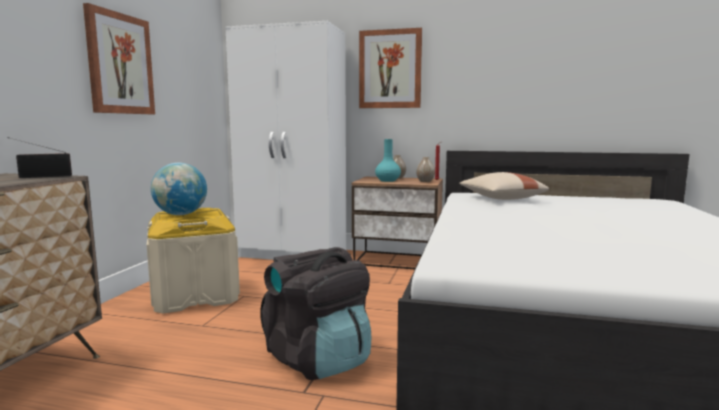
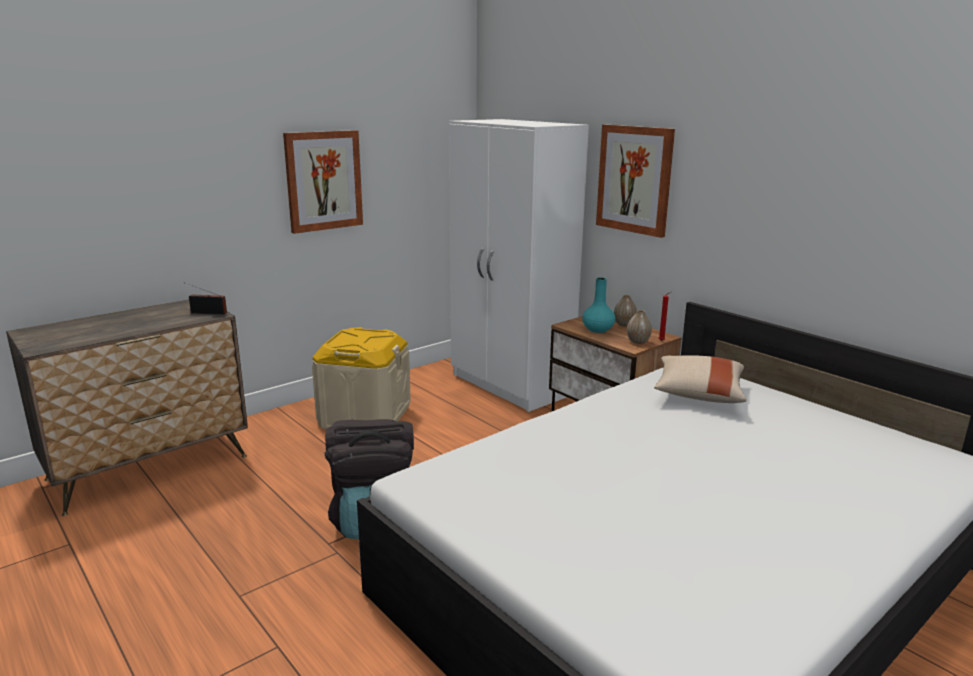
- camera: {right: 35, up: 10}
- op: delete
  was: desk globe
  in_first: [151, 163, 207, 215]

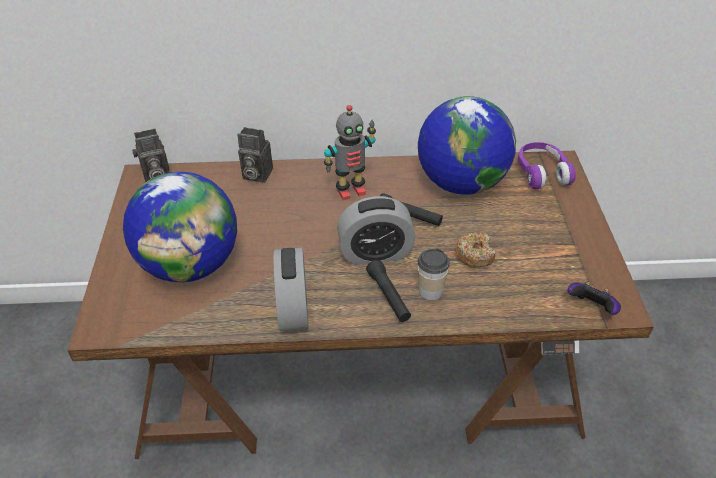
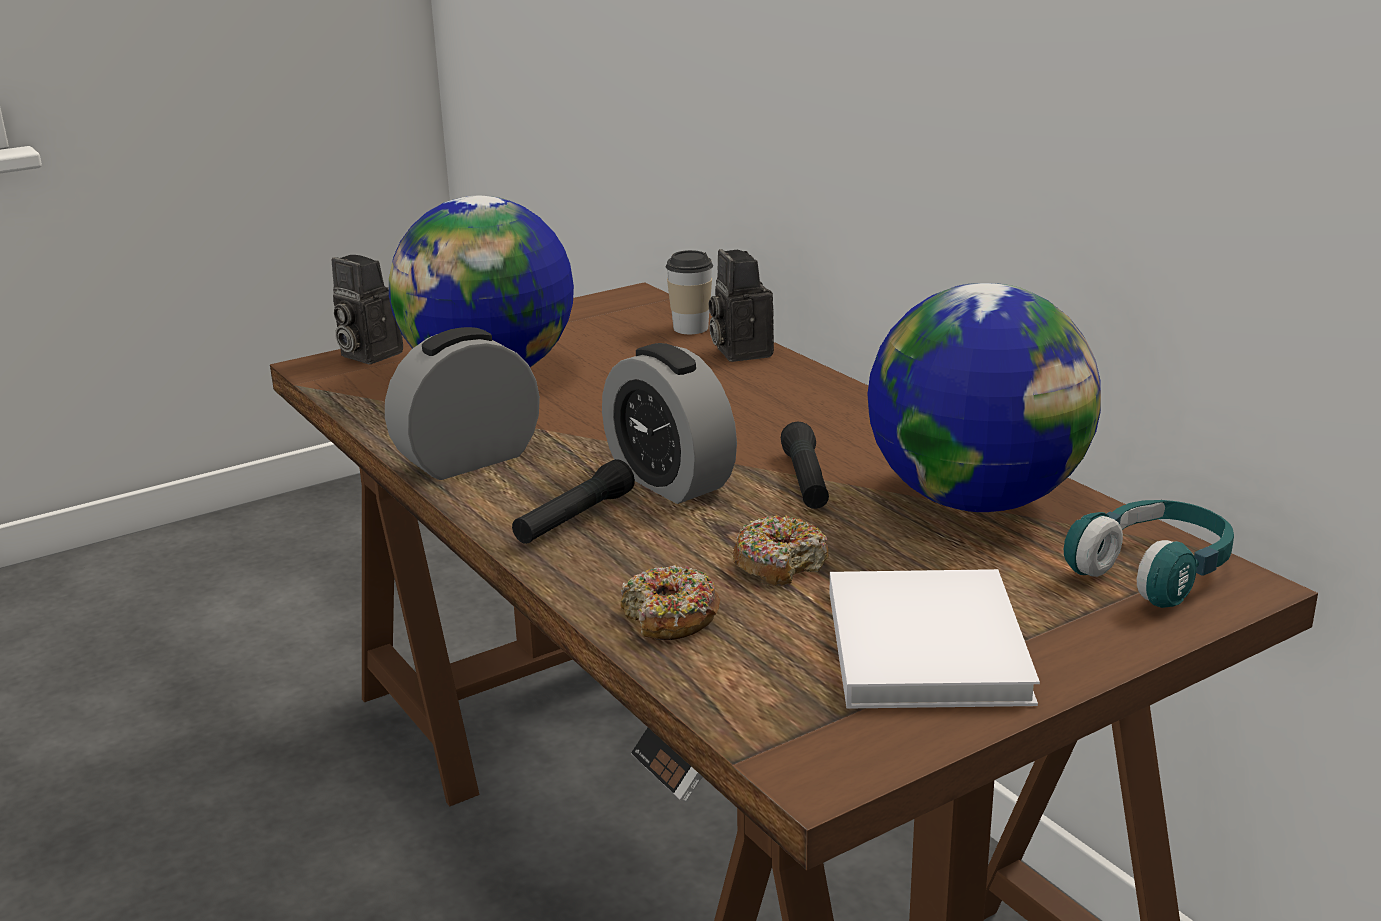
- camera: {right: 60, up: -20}
- op: delete
  was: model robot
  in_first: [324, 105, 376, 200]
- op: delete
  was: gamepad
  in_first: [568, 281, 621, 315]
- op: insert
  now: ring doughnut
  in_second: [620, 565, 720, 640]
- op: insert
  now: white-coloured bound book
  in_second: [829, 569, 1040, 709]
- op: move
  was: still camera
  in_first: [132, 129, 170, 182]
  in_second: [331, 255, 403, 364]
- op: move
  was: cup
  in_first: [418, 249, 450, 300]
  in_second: [666, 250, 713, 334]
- op: recolor
  was: purple headphones
  now: blue-green headphones
  in_first: [518, 142, 576, 190]
  in_second: [1064, 500, 1234, 608]

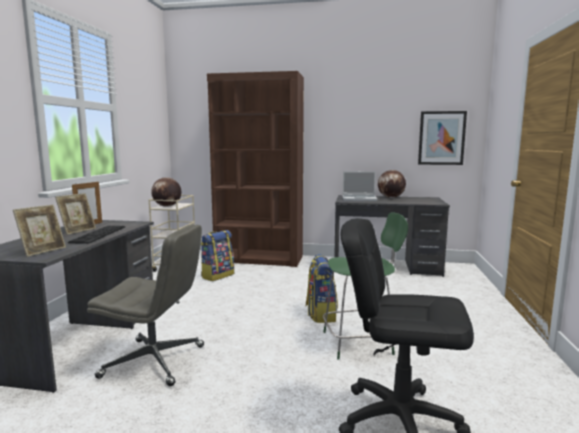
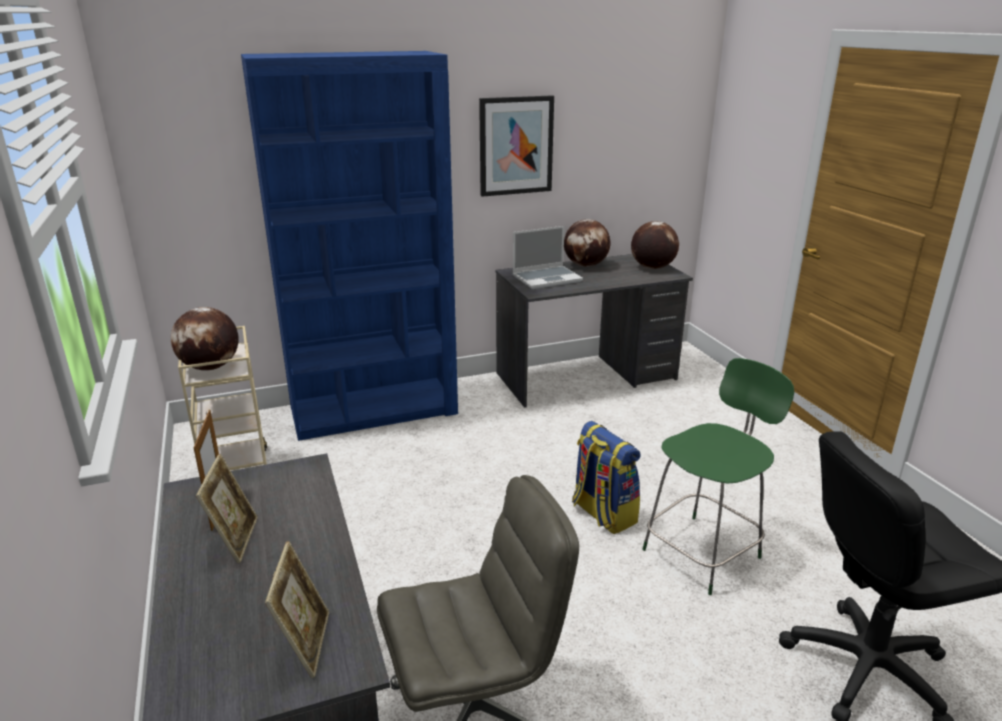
- camera: {right: -30, up: 15}
- op: delete
  was: PC keyboard
  in_first: [68, 226, 125, 244]
- op: delete
  was: knapsack
  in_first: [201, 230, 234, 281]
- op: insert
  now: desk globe
  in_second: [631, 221, 679, 269]
- op: move
  was: picture
  in_first: [418, 111, 467, 165]
  in_second: [479, 95, 554, 197]
- op: recolor
  was: brown-coloured bookshelf
  now: blue bookshelf
  in_first: [207, 71, 304, 267]
  in_second: [241, 51, 458, 441]

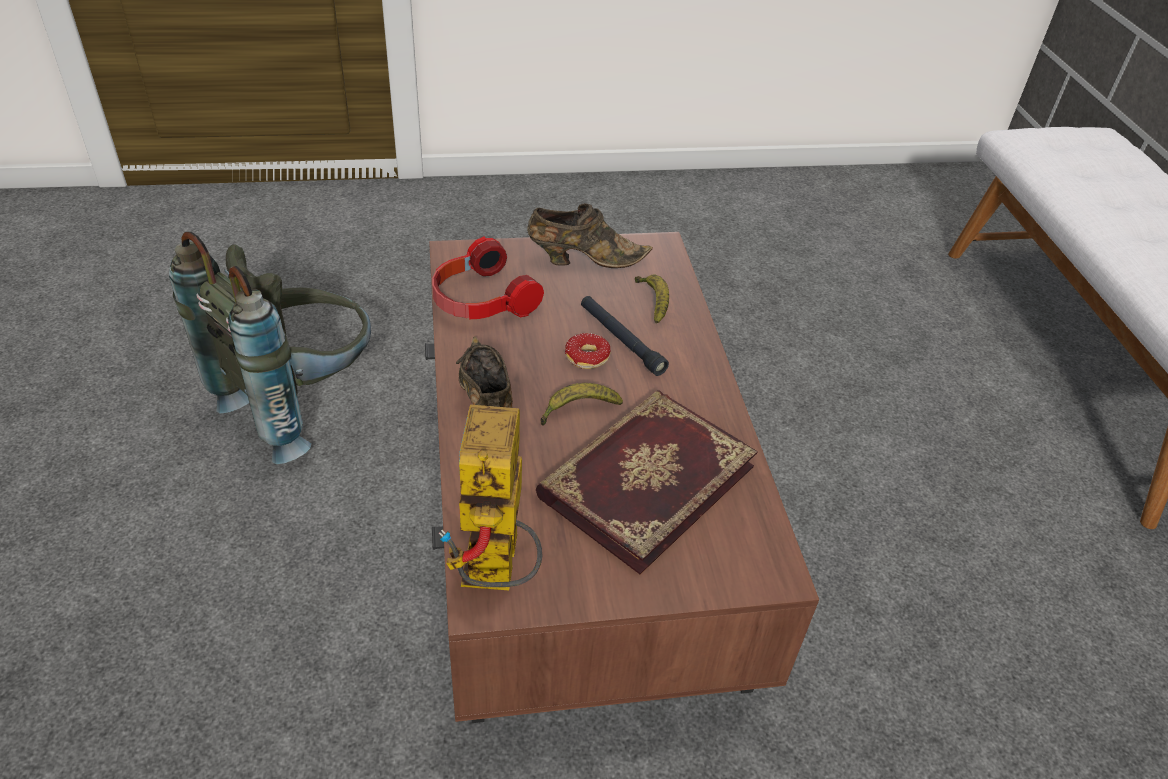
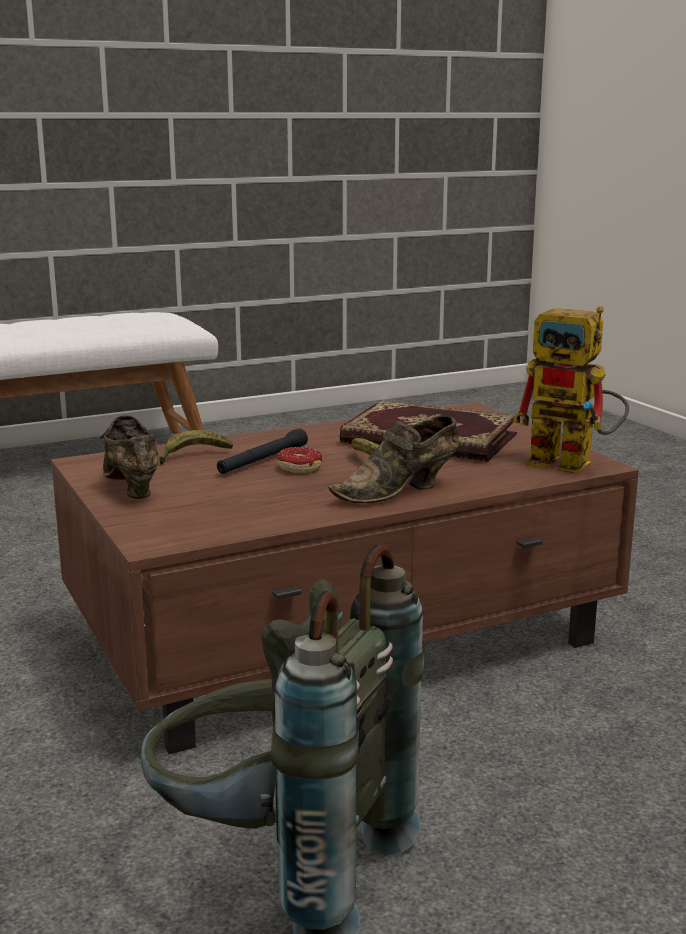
- camera: {right: -105, up: -25}
- op: delete
  was: headphones
  in_first: [432, 237, 544, 319]
- op: rotate
  was: model robot
  in_first: [439, 405, 543, 590]
  in_second: [513, 306, 629, 474]
  clockwise: 45

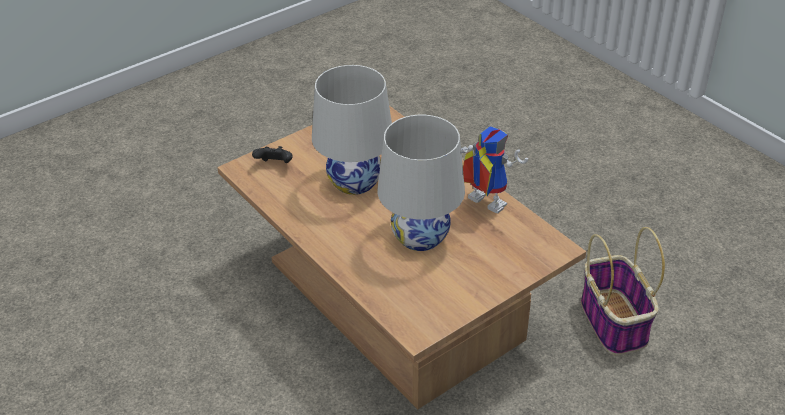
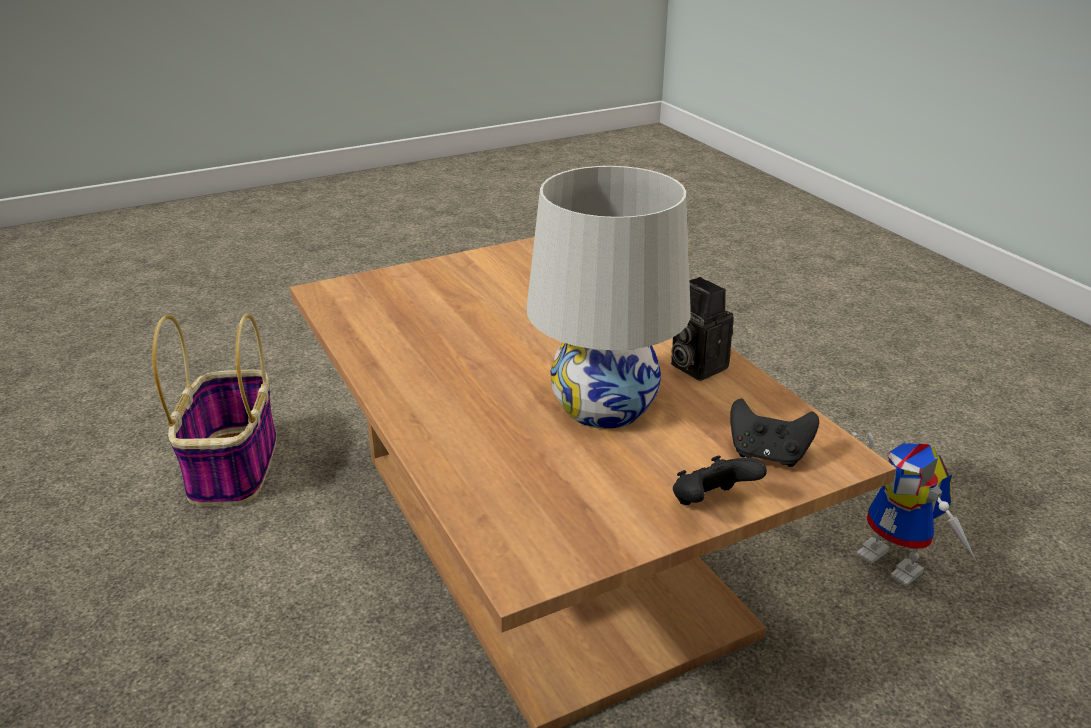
- camera: {right: -170, up: -10}
- op: delete
  was: white-coloured lamp for a table
  in_first: [377, 115, 465, 251]
- op: insert
  now: still camera
  in_second: [671, 277, 734, 381]
- op: insert
  now: black-coloured gamepad
  in_second: [673, 455, 767, 505]
- op: move
  was: model robot
  in_first: [461, 126, 528, 213]
  in_second: [852, 432, 977, 586]

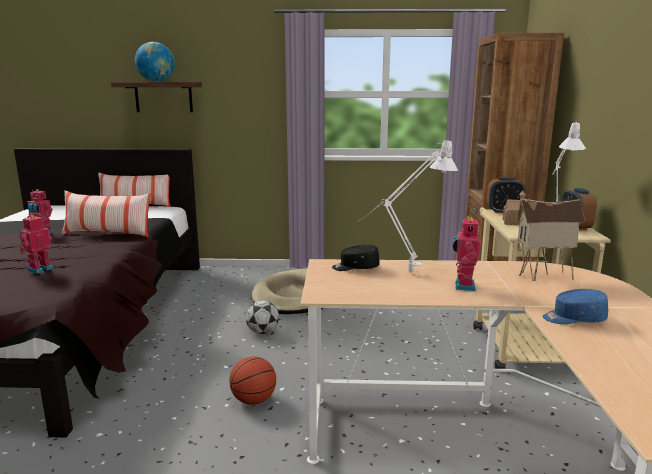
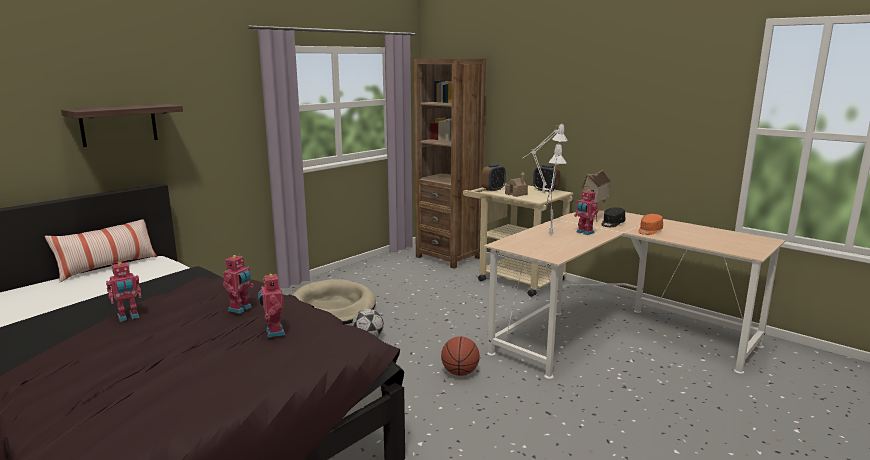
- camera: {right: -50, up: 0}
- op: delete
  was: cushion
  in_first: [62, 191, 151, 237]
- op: delete
  was: desk globe
  in_first: [135, 42, 175, 82]
- op: insert
  now: model robot
  in_second: [223, 254, 254, 314]
- op: move
  was: black-coloured cap
  in_first: [332, 245, 380, 271]
  in_second: [601, 207, 625, 227]
- op: recolor
  was: blue cap
  now: orange cap
  in_first: [543, 289, 608, 324]
  in_second: [638, 214, 663, 235]

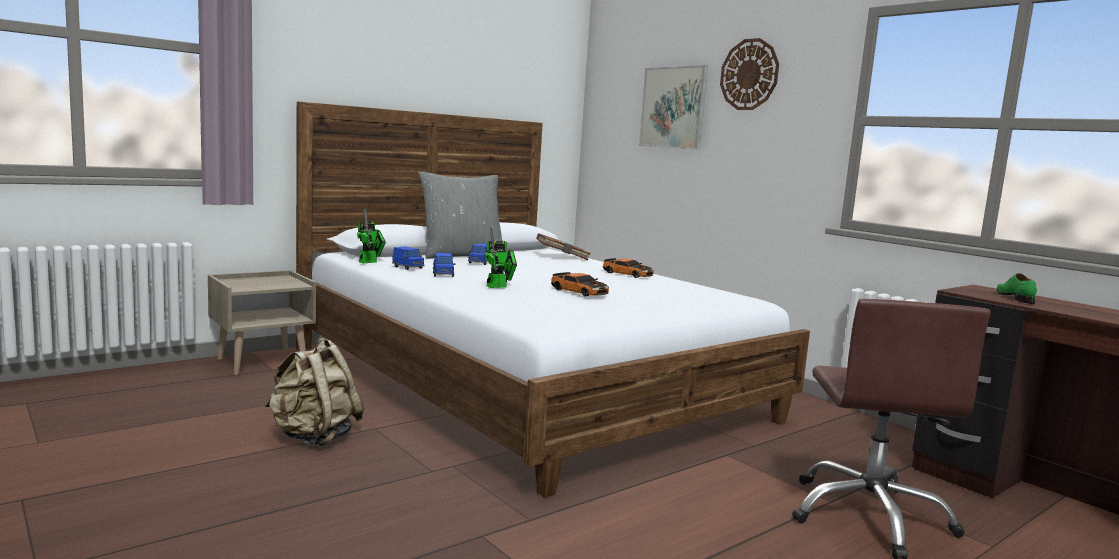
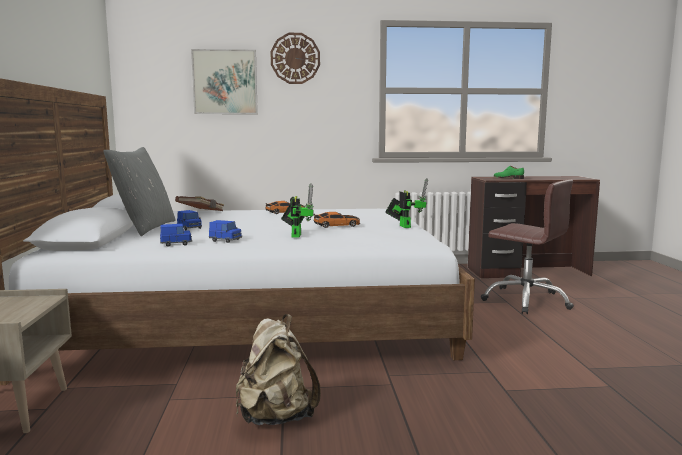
- camera: {right: -55, up: 0}
- op: move
  was: model robot
  in_first: [357, 208, 386, 263]
  in_second: [385, 178, 428, 228]

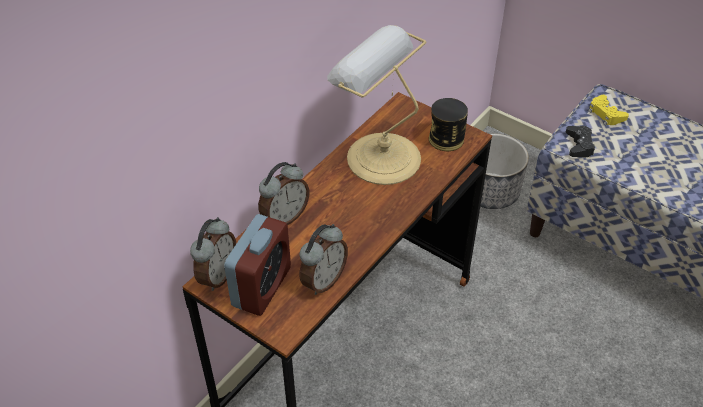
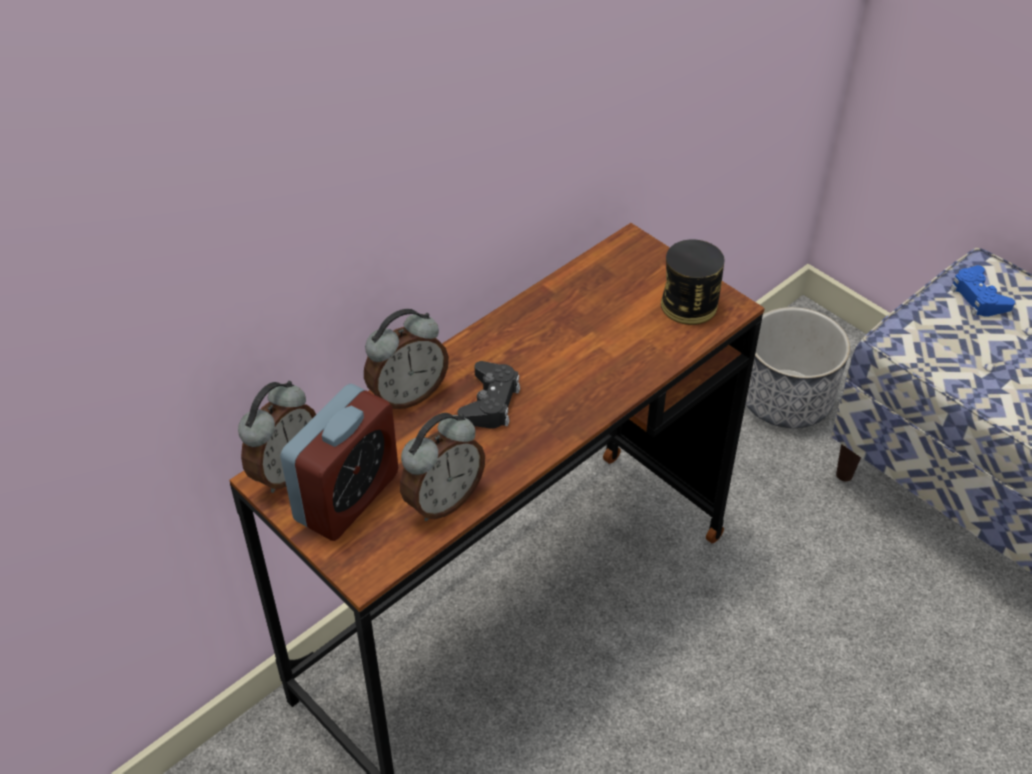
- camera: {right: 10, up: 0}
- op: delete
  was: lamp for a table
  in_first: [327, 25, 426, 185]
- op: move
  was: black-coloured gamepad
  in_first: [566, 126, 595, 157]
  in_second: [458, 361, 520, 429]
- op: recolor
  was: yellow gamepad
  now: blue gamepad
  in_first: [588, 95, 629, 126]
  in_second: [950, 265, 1015, 317]

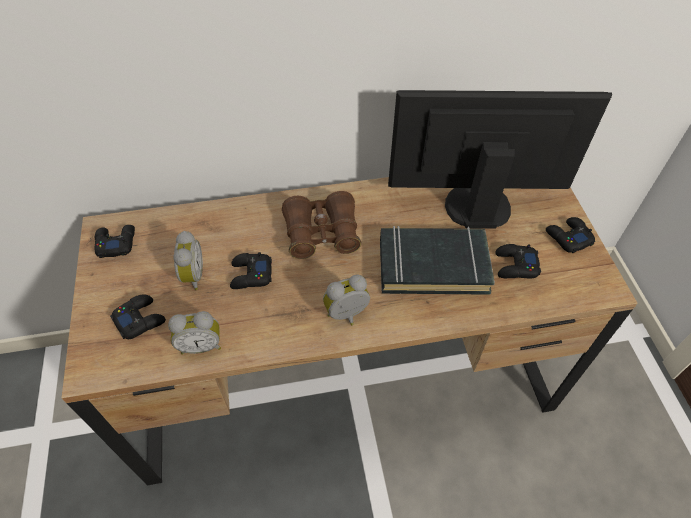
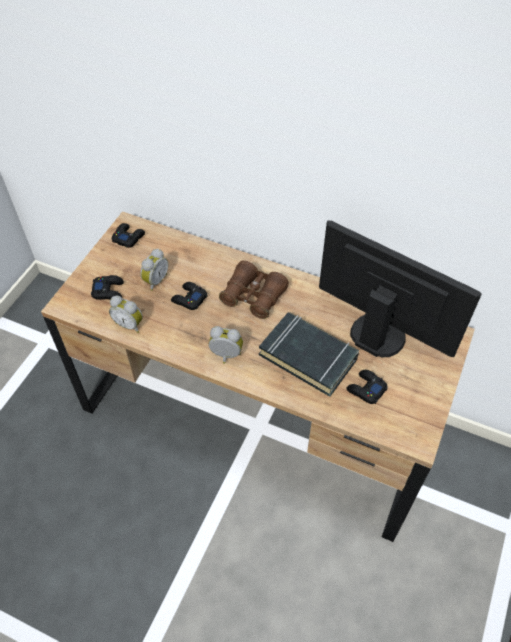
- camera: {right: 35, up: 0}
- op: delete
  was: black-coloured gamepad
  in_first: [546, 217, 595, 253]

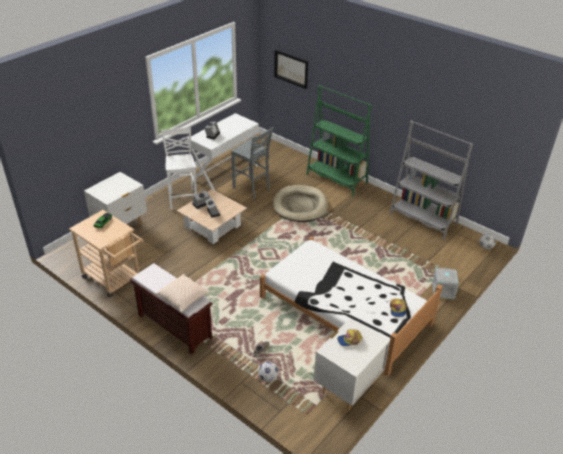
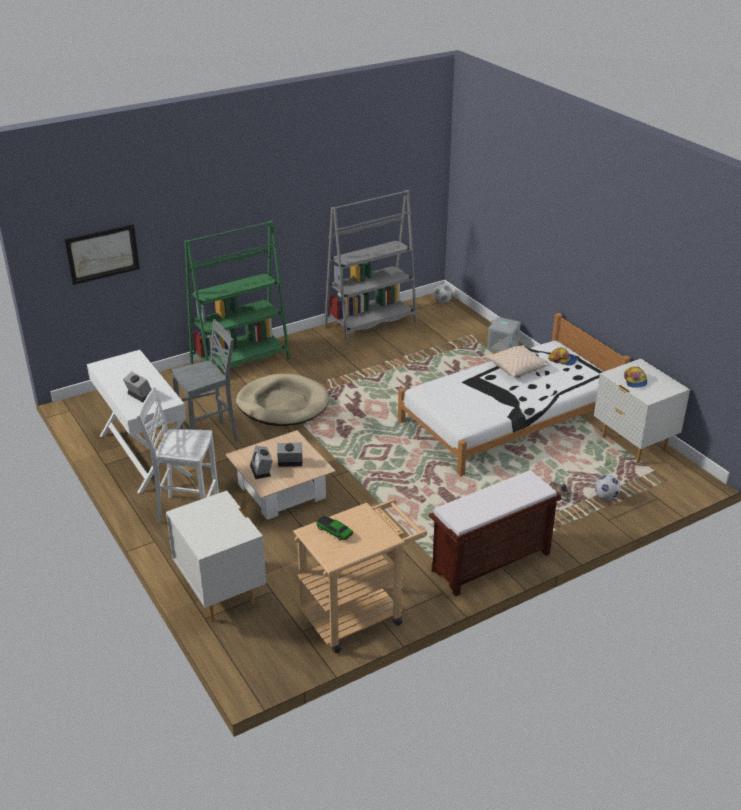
- camera: {right: -70, up: -5}
- op: move
  was: beige cushion
  in_first: [156, 274, 210, 312]
  in_second: [487, 345, 550, 377]

